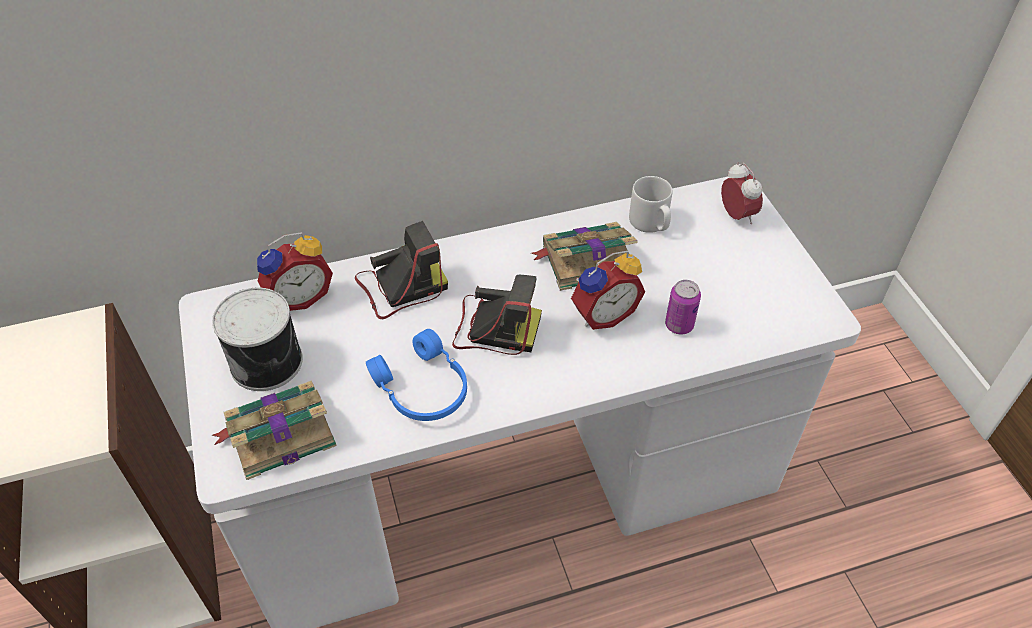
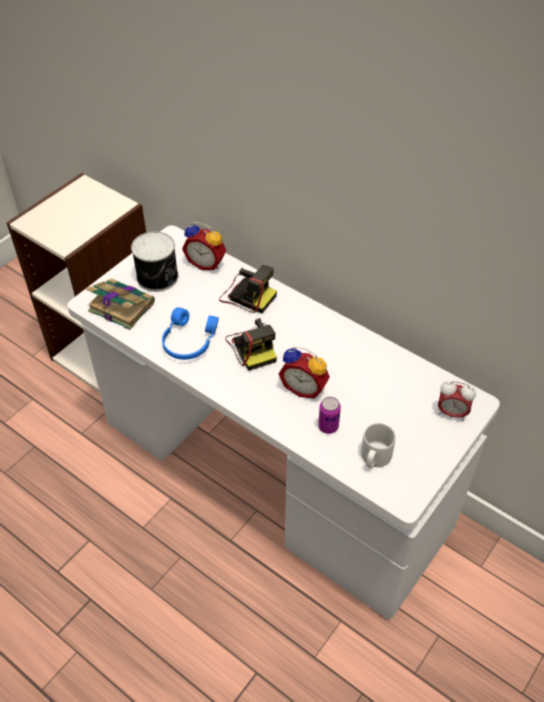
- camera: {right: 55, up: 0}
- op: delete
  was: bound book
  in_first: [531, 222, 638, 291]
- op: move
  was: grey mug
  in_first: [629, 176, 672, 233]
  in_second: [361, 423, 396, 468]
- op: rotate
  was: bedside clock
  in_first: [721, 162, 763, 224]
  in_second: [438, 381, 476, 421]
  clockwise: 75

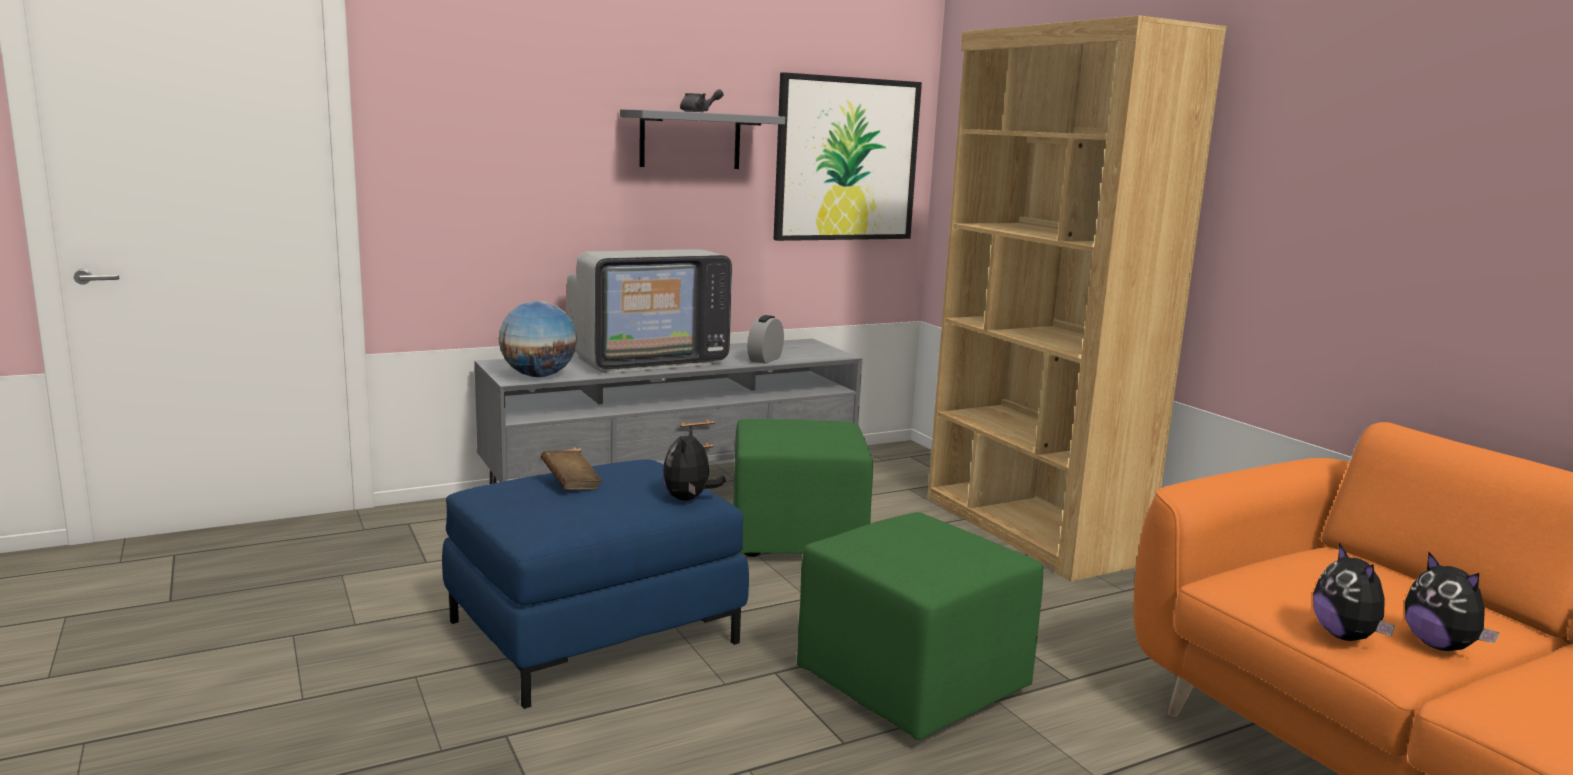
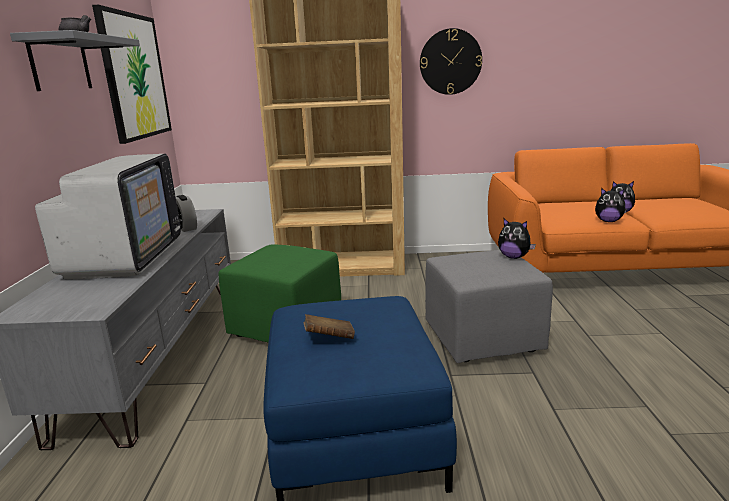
- camera: {right: -60, up: 5}
- op: delete
  was: desk globe
  in_first: [499, 301, 577, 377]
- op: insert
  now: hanging clock
  in_second: [420, 28, 482, 95]
- op: move
  was: cuddly toy
  in_first: [662, 427, 726, 501]
  in_second: [498, 218, 536, 259]
- op: recolor
  was: greenish footrest
  now: grey footrest
  in_first: [797, 512, 1043, 740]
  in_second: [425, 250, 553, 363]

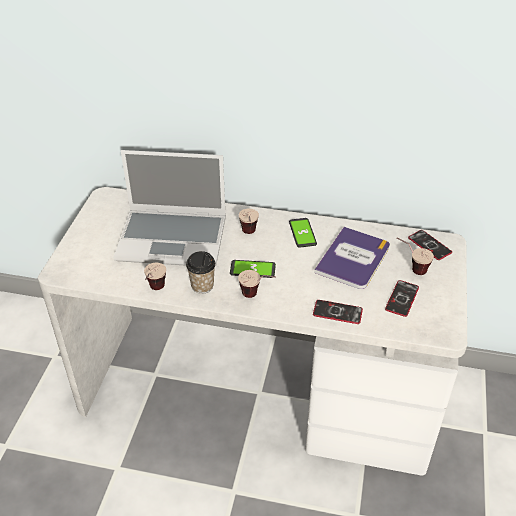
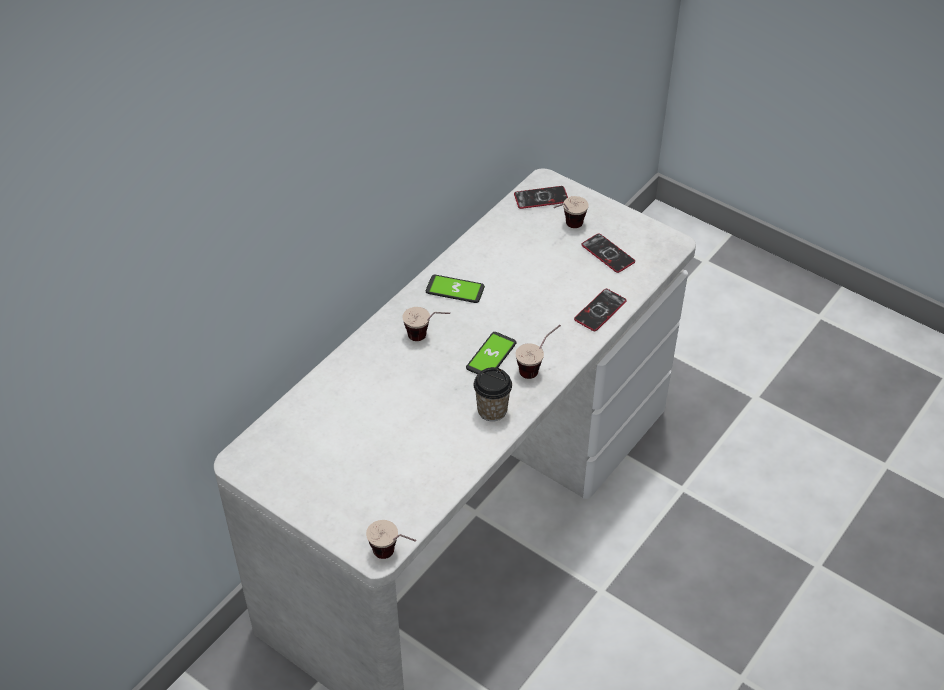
- camera: {right: -65, up: 5}
- op: delete
  was: laptop
  in_first: [113, 150, 226, 267]
- op: delete
  was: bound book
  in_first: [314, 227, 390, 289]
- op: move
  was: cup
  in_first: [144, 263, 166, 290]
  in_second: [366, 520, 416, 559]

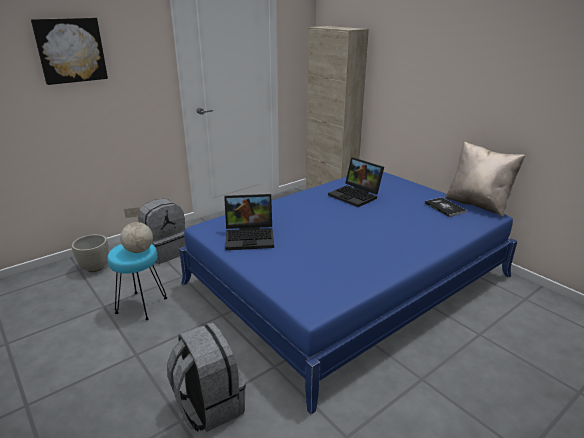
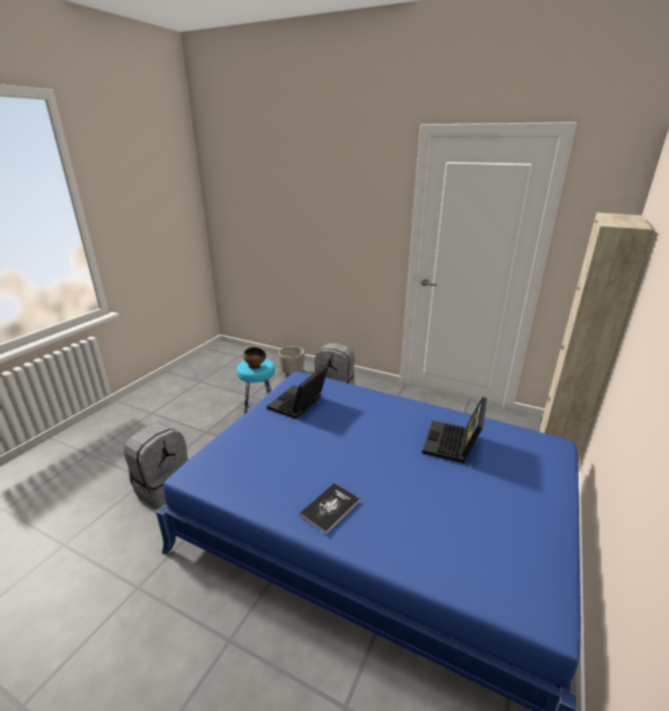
- camera: {right: 65, up: 0}
- op: delete
  was: picture
  in_first: [31, 18, 108, 85]
- op: delete
  was: beige cushion
  in_first: [445, 141, 525, 217]
- op: move
  was: bound book
  in_first: [425, 197, 467, 217]
  in_second: [299, 483, 360, 534]
- op: replace
  was: desk globe
  now: brown-coloured deep dish
  in_first: [120, 207, 153, 253]
  in_second: [243, 347, 266, 369]
- op: rotate
  was: laptop
  in_first: [224, 194, 274, 250]
  in_second: [267, 365, 328, 419]
  clockwise: 60

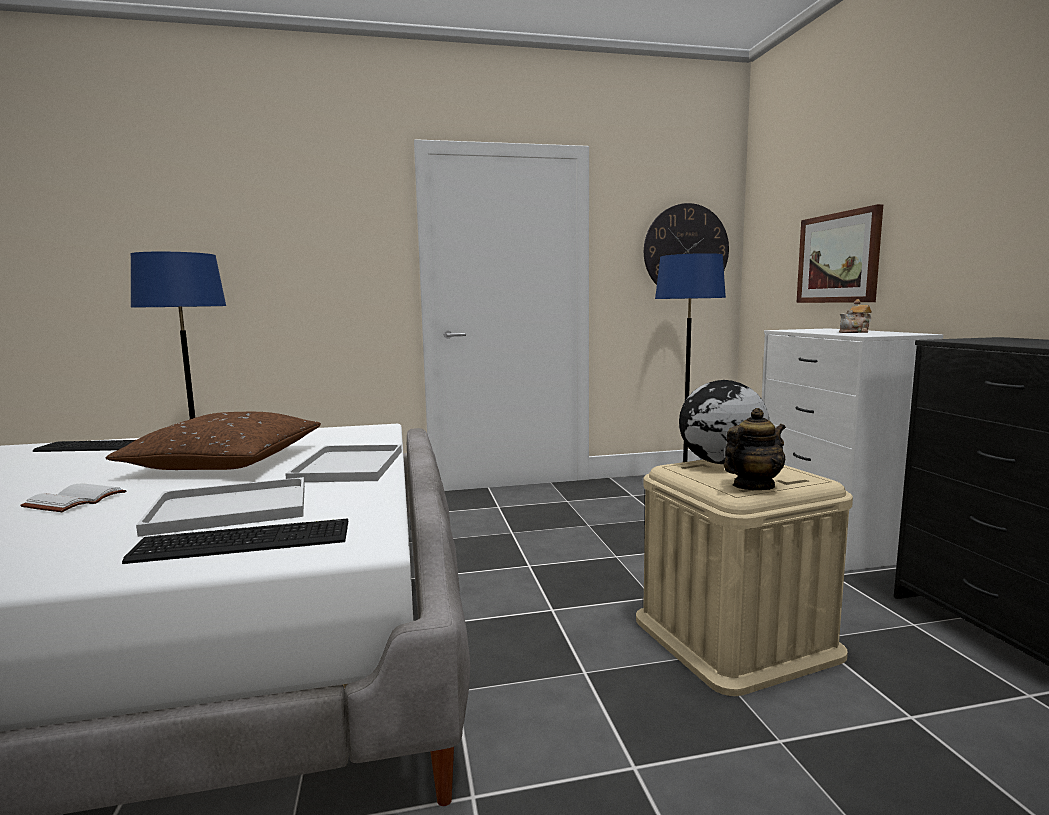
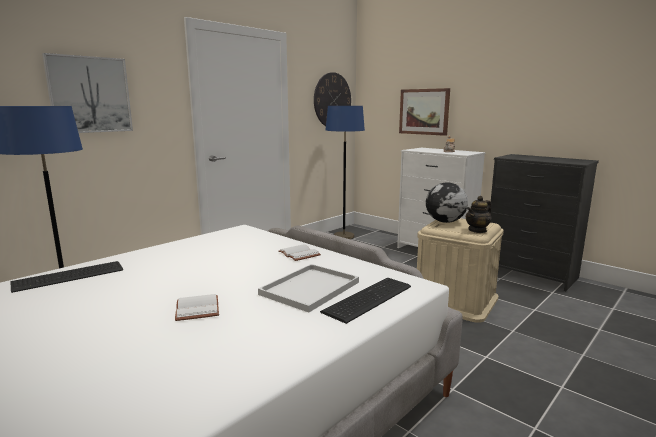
- camera: {right: -35, up: 5}
- op: delete
  was: brown-coloured cushion
  in_first: [106, 412, 321, 470]
- op: insert
  now: picture
  in_second: [42, 53, 133, 133]
- op: replace
  was: white-coloured tray
  now: white-coloured bound book
  in_first: [285, 444, 402, 482]
  in_second: [279, 244, 321, 261]
- op: rotate
  was: tea pot
  in_first: [724, 408, 786, 490]
  in_second: [466, 196, 491, 233]
  clockwise: -150

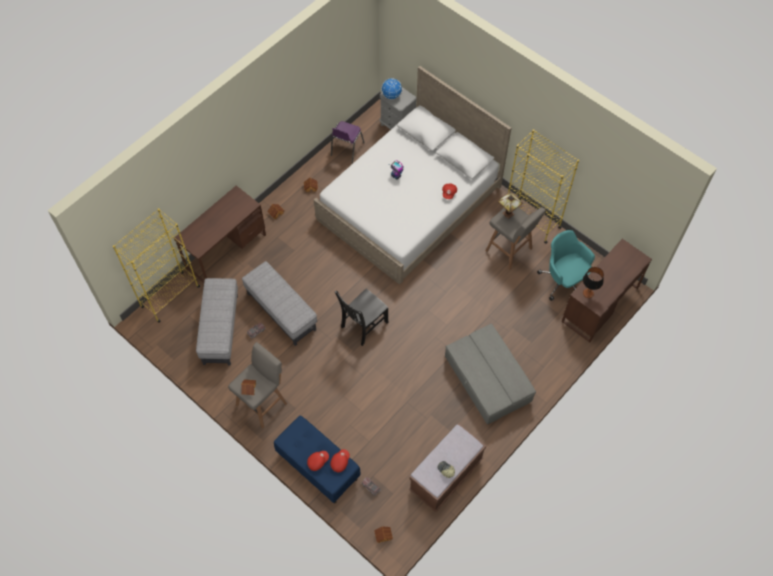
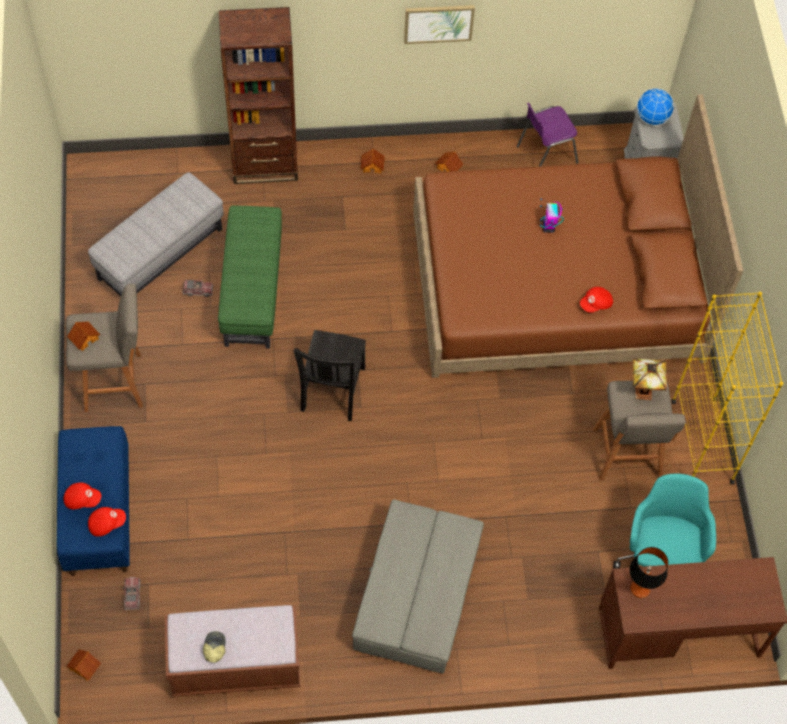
- camera: {right: 40, up: 0}
- op: delete
  was: yellow bookshelf
  in_first: [113, 208, 200, 323]
- op: insert
  now: picture
  in_second: [404, 5, 475, 44]
- op: replace
  was: brown-coloured desk unit
  now: brown-coloured bookshelf
  in_first: [174, 186, 266, 283]
  in_second: [219, 7, 298, 184]
- op: recolor
  was: grey footrest
  now: greenish footrest
  in_first: [242, 261, 317, 346]
  in_second: [218, 206, 282, 348]
- op: recolor
  was: white-coloured sleeping bed
  now: brown-coloured sleeping bed
  in_first: [314, 66, 511, 284]
  in_second: [413, 94, 743, 378]
- op: rotate
  was: black-coloured upright chair
  in_first: [335, 289, 388, 346]
  in_second: [293, 330, 366, 421]
  clockwise: -75

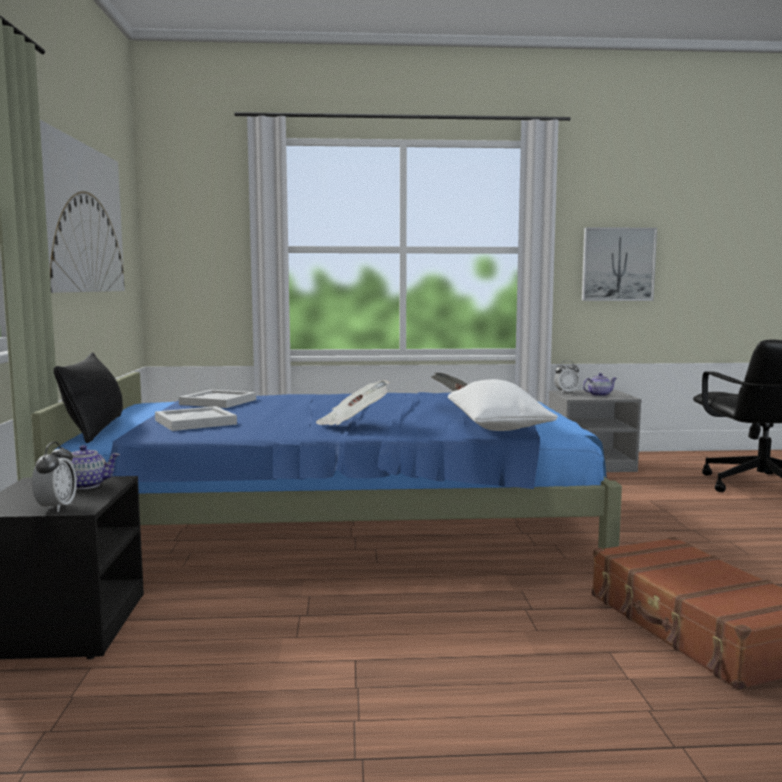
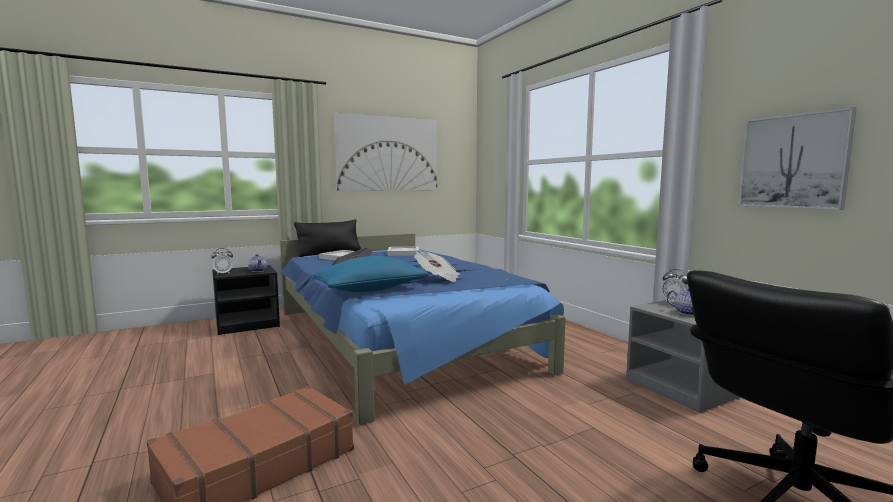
- camera: {right: 65, up: 0}
- op: recolor
  was: white-coloured cushion
  now: blue cushion
  in_first: [448, 379, 558, 431]
  in_second: [312, 256, 429, 292]

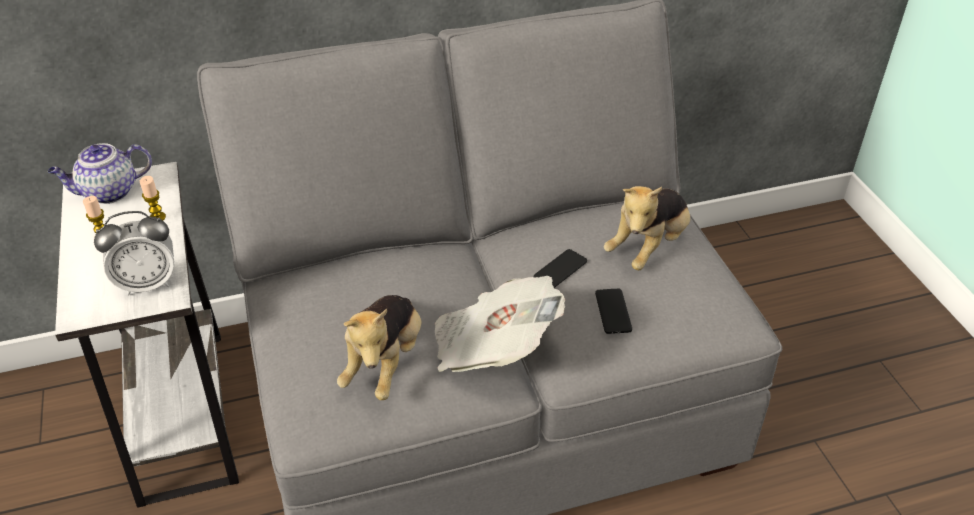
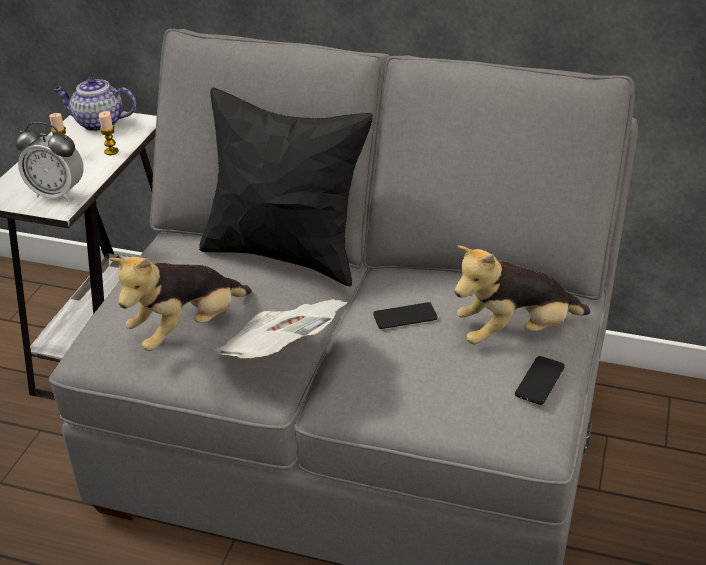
- camera: {right: 35, up: -5}
- op: insert
  now: black-coloured cushion
  in_second: [199, 88, 373, 286]
- op: move
  was: phone
  in_first: [595, 289, 632, 334]
  in_second: [515, 356, 565, 405]

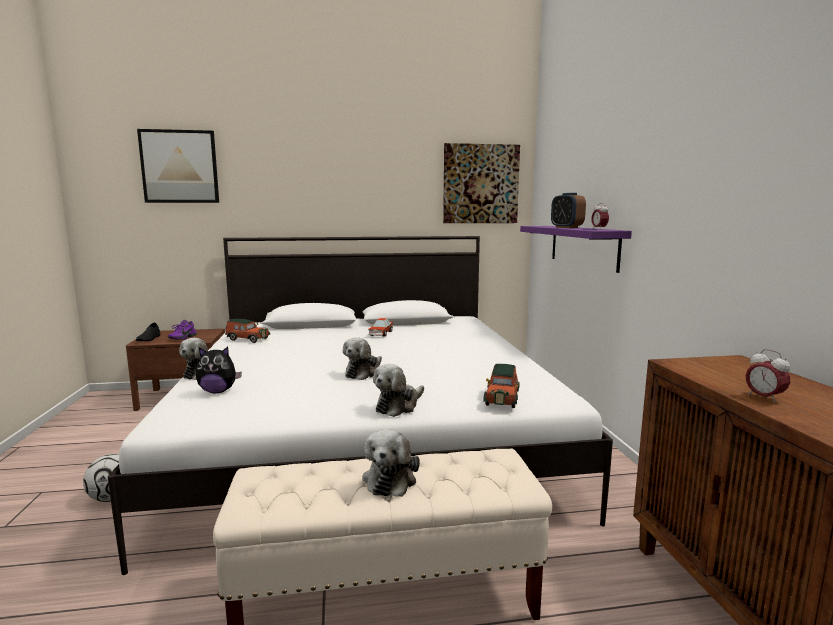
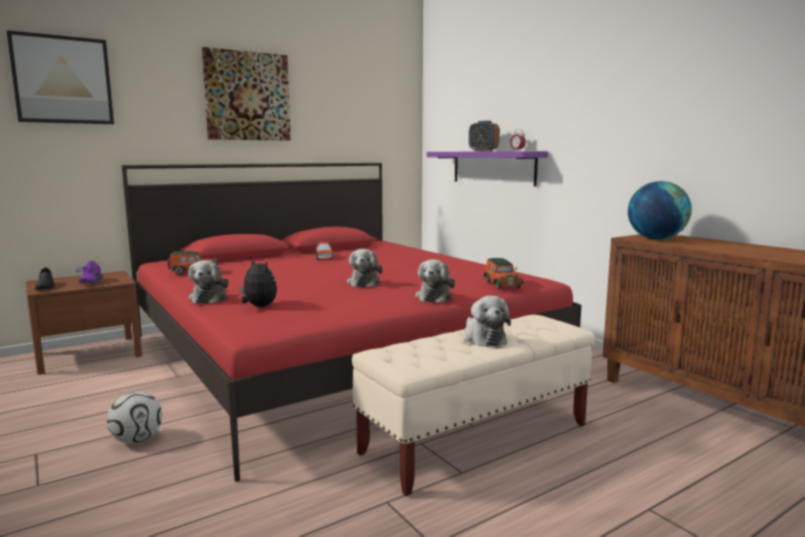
- camera: {right: -25, up: 0}
- op: delete
  was: bedside clock
  in_first: [746, 349, 790, 403]
- op: insert
  now: desk globe
  in_second: [628, 181, 692, 240]
- op: move
  was: picture
  in_first: [443, 143, 520, 223]
  in_second: [202, 47, 291, 141]
- op: recolor
  was: white-coloured sleeping bed
  now: reddish sleeping bed
  in_first: [108, 236, 613, 575]
  in_second: [122, 163, 582, 482]
- op: rotate
  was: cuddly toy
  in_first: [196, 347, 242, 393]
  in_second: [239, 258, 277, 307]
  clockwise: -105

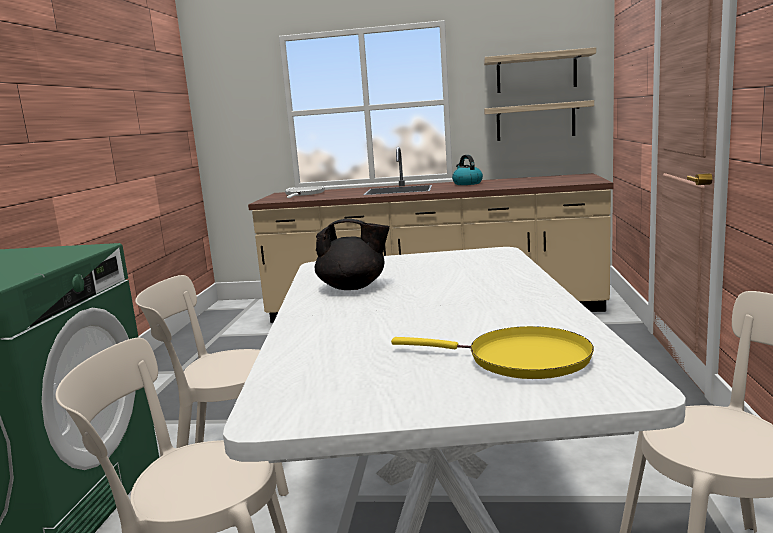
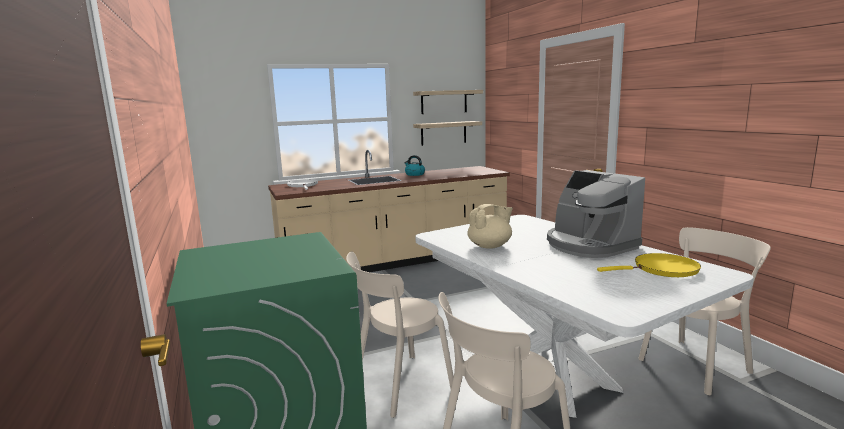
- camera: {right: -30, up: 0}
- op: insert
  now: coffee maker
  in_second: [547, 170, 645, 258]
- op: recolor
  was: black-coloured tea pot
  now: beige tea pot
  in_first: [315, 219, 390, 290]
  in_second: [467, 204, 513, 249]

